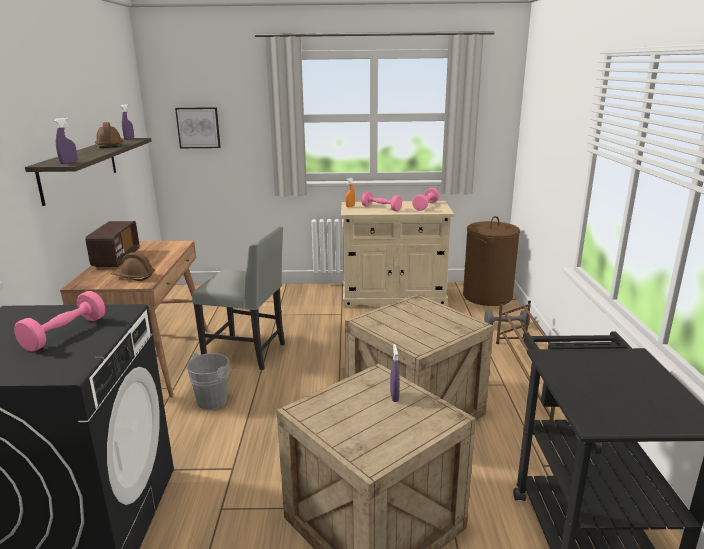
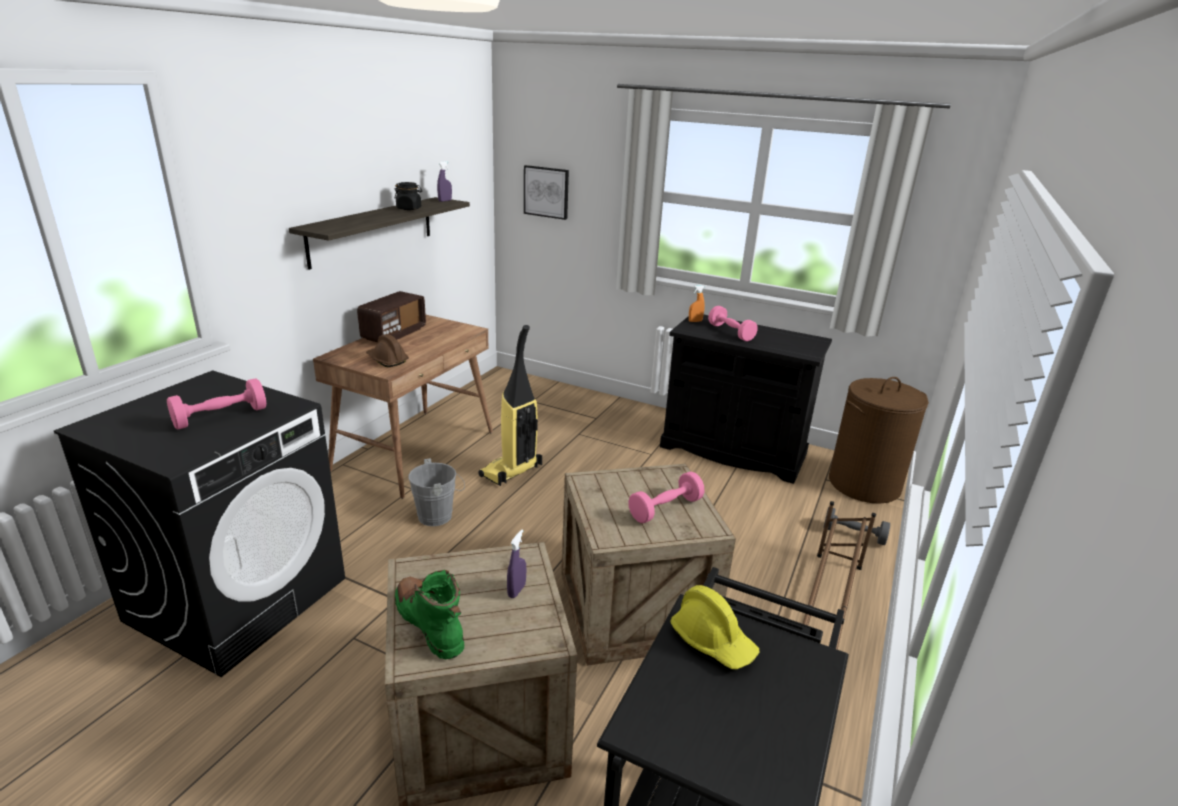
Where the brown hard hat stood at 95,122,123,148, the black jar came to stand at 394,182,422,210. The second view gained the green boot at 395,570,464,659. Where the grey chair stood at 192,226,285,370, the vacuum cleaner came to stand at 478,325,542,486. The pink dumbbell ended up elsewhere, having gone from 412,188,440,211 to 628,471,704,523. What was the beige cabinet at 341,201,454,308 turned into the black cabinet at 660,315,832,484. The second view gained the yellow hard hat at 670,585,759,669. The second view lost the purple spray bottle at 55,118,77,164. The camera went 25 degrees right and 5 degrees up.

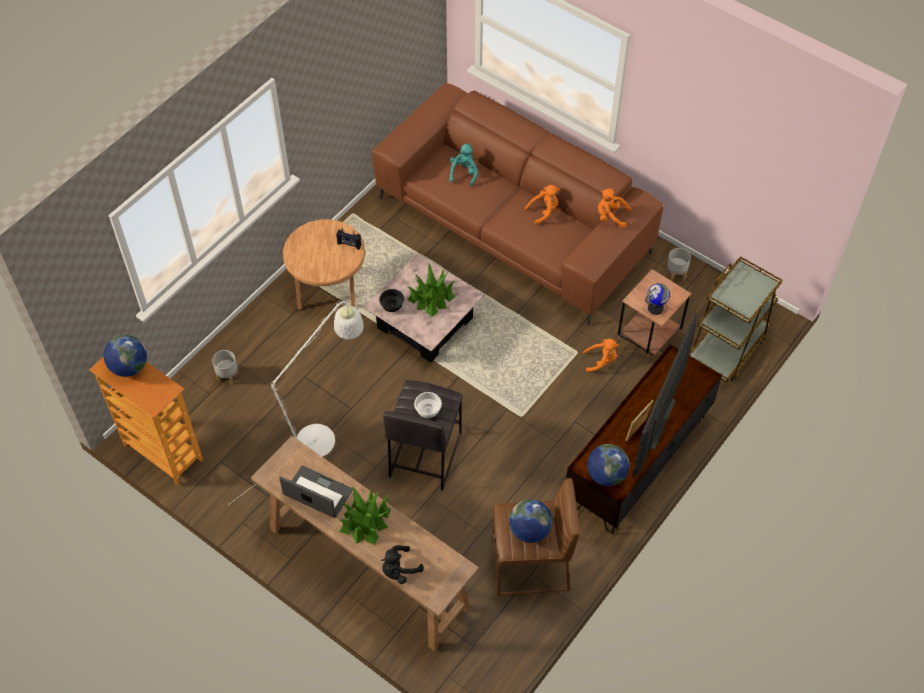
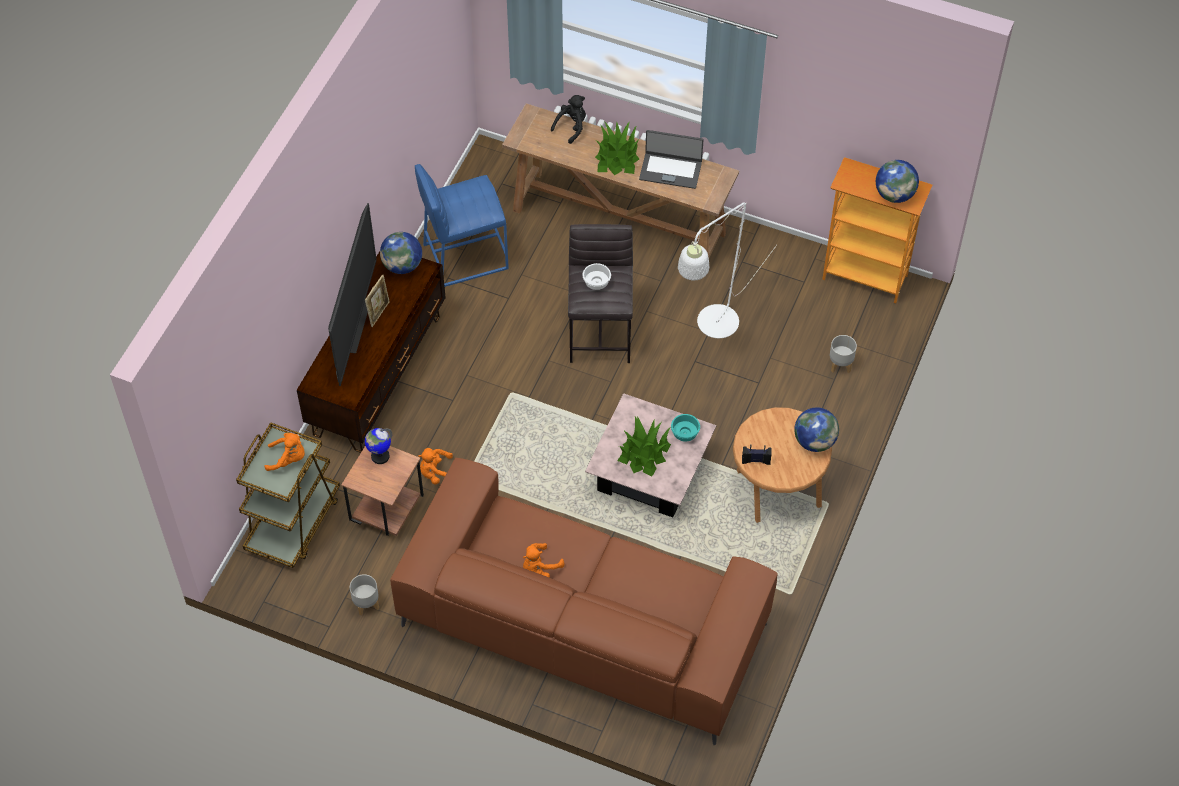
The orange plush toy ended up elsewhere, having gone from 598,189,631,228 to 264,433,305,471. What was the brown stool at 492,478,580,596 turned into the blue stool at 415,164,509,287. What was the black bowl at 379,289,404,312 turned into the turquoise bowl at 671,414,700,442. The globe ended up elsewhere, having gone from 509,499,552,543 to 794,407,839,452. The second view lost the turquoise plush toy at 449,144,478,187. The camera went 165 degrees right and 0 degrees up.

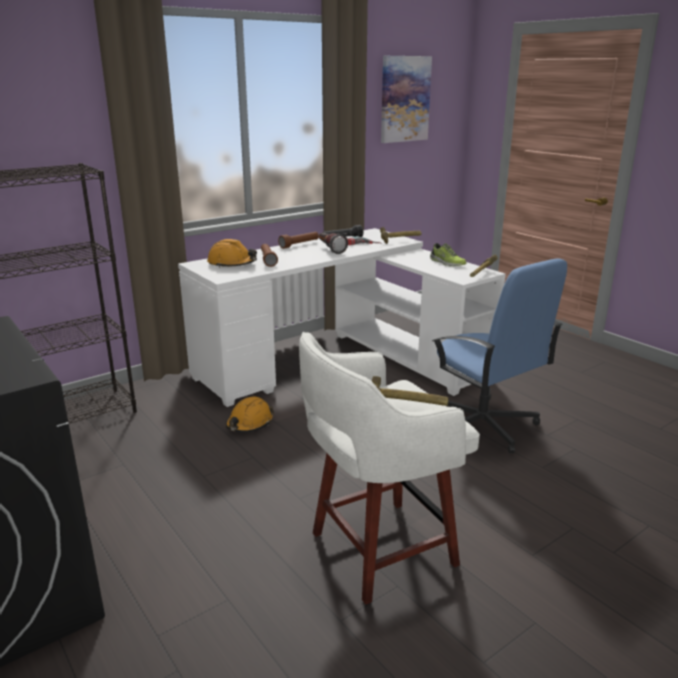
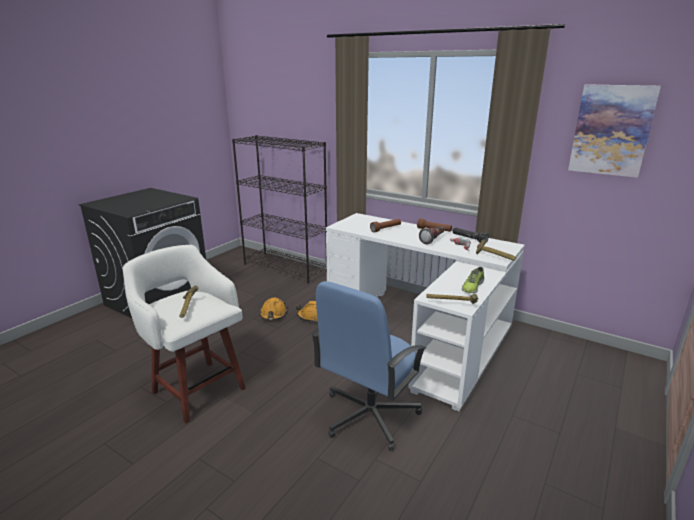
The orange hard hat ended up elsewhere, having gone from 207,239,257,268 to 260,297,287,320. The camera went 70 degrees right and 0 degrees up.

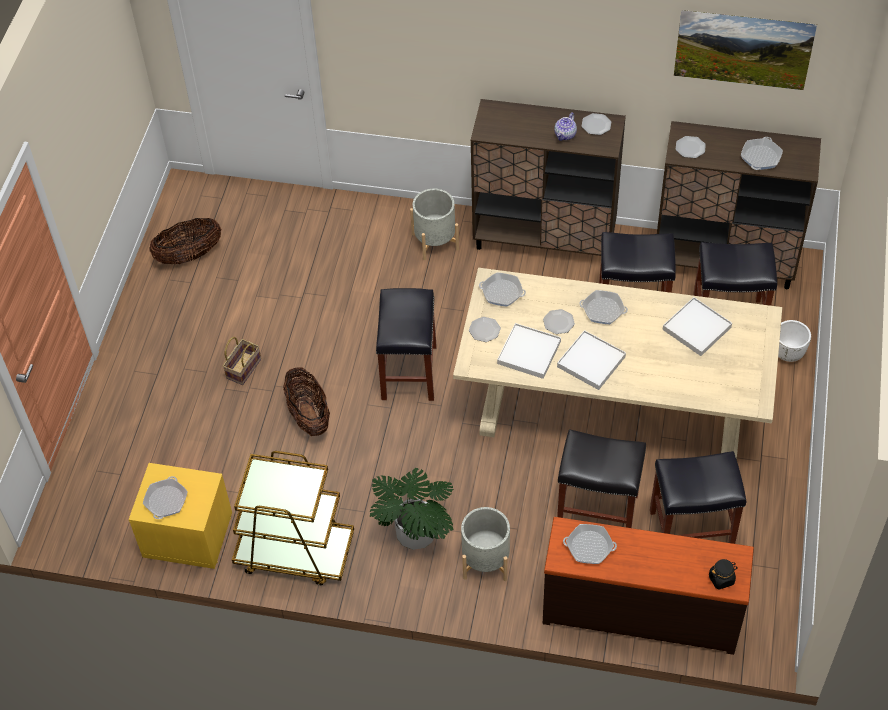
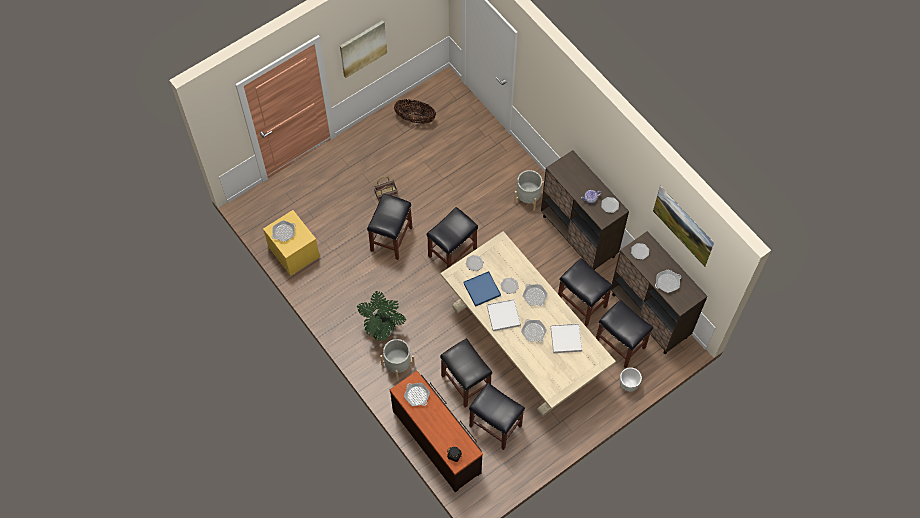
The second view gained the picture at 340,20,387,78. Where the basket stood at 283,367,330,436, the black stool came to stand at 367,194,412,260. What was the white tray at 497,323,561,379 turned into the blue tray at 464,271,501,307. The frying pan ended up elsewhere, having gone from 479,272,526,307 to 521,319,547,342. The second view lost the brown cart at 232,451,354,585. The camera went 40 degrees right and 10 degrees up.

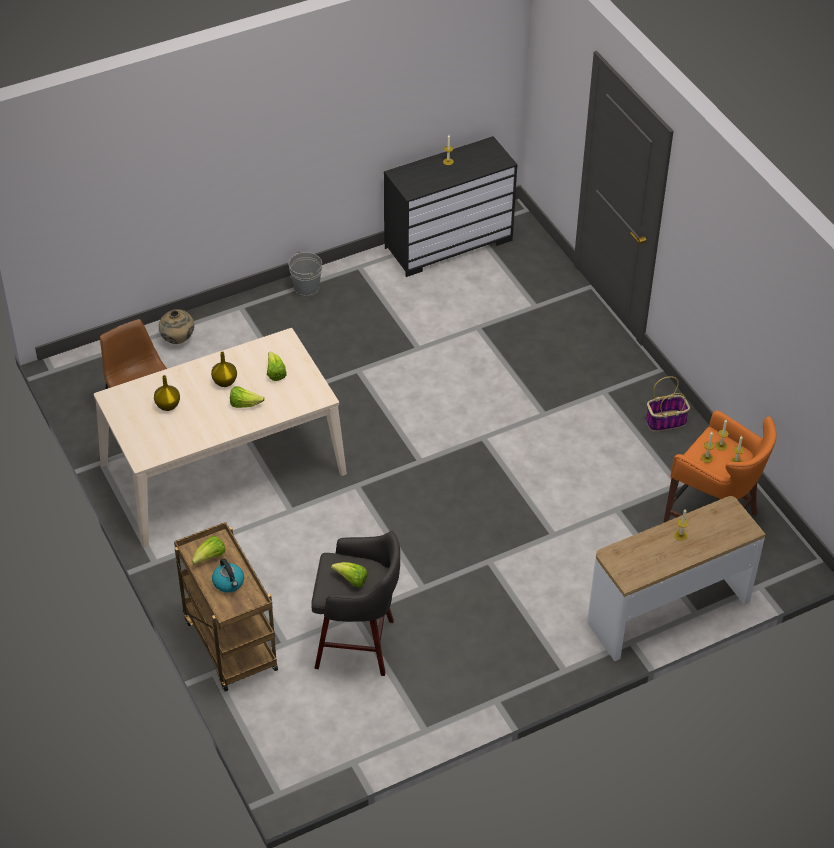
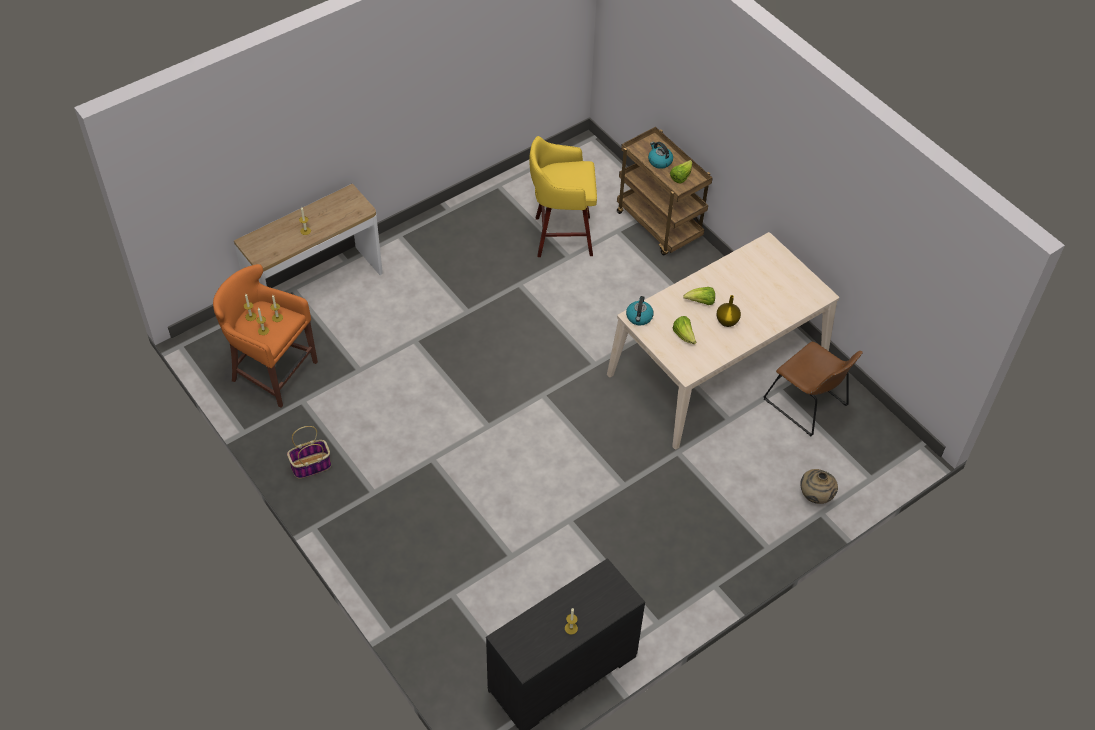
What was the grey stool at 311,531,400,676 turned into the yellow stool at 529,136,597,257. The second view gained the kettle at 626,296,654,325. The second view lost the yellow vase at 154,375,180,411. The second view lost the grey bucket at 288,251,322,298. The second view lost the lettuce at 331,562,368,587. The camera went 170 degrees right and 5 degrees up.

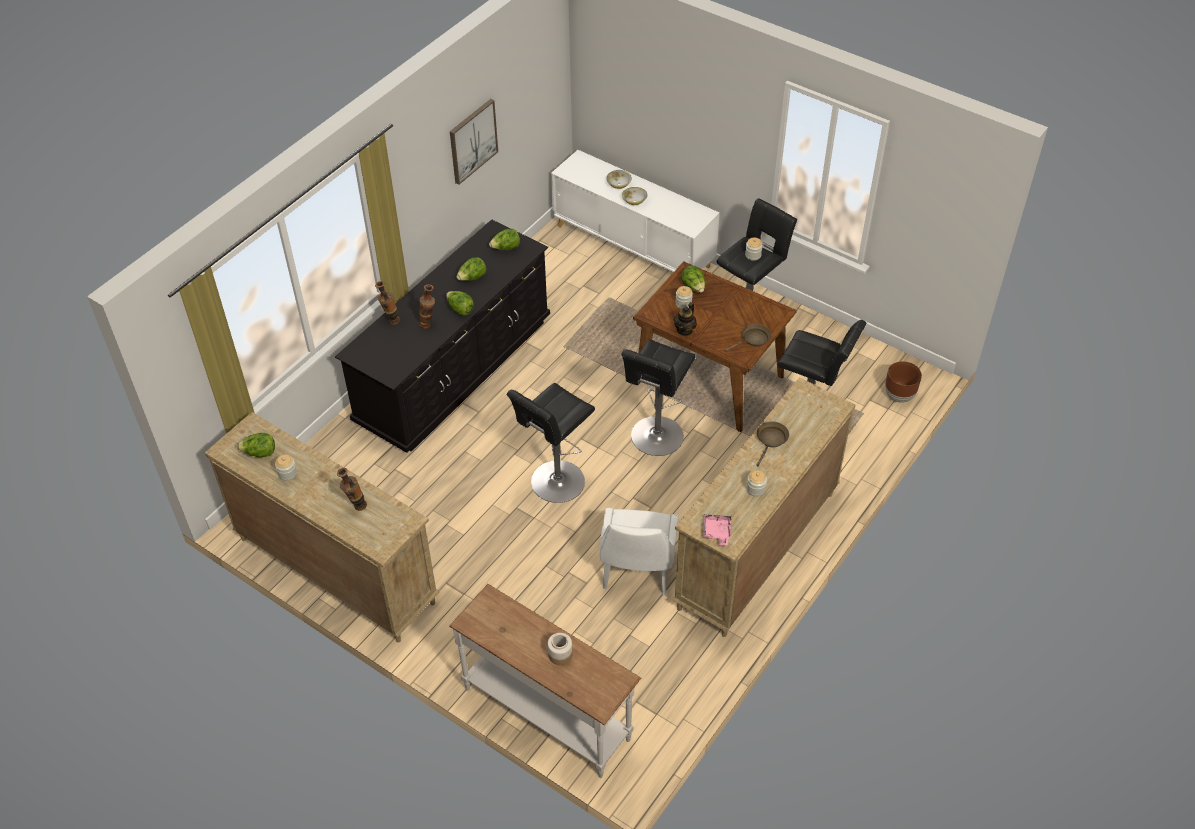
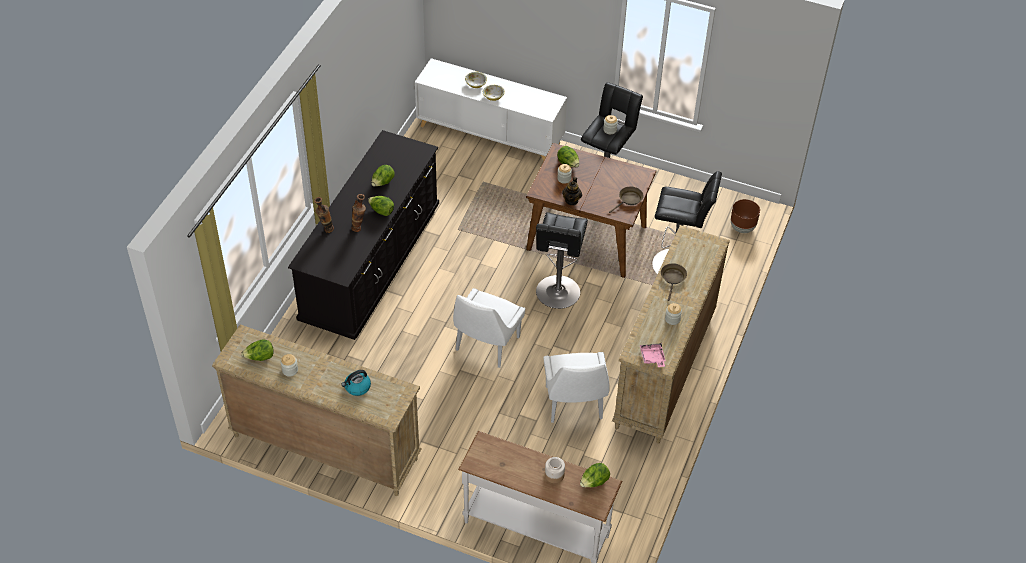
Where the vase stood at 337,468,367,511, the kettle came to stand at 341,370,371,396. Where the black stool stood at 506,383,595,503, the white chair came to stand at 453,288,525,368. The lettuce ended up elsewhere, having gone from 489,229,520,250 to 580,463,610,487. The second view lost the picture at 450,99,498,185. The camera went 15 degrees left and 0 degrees up.

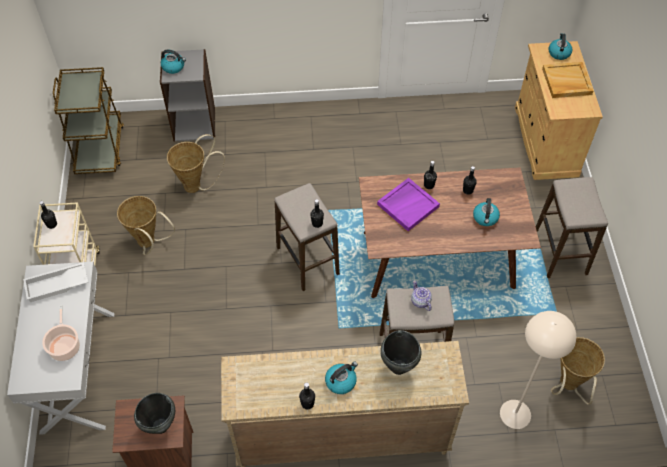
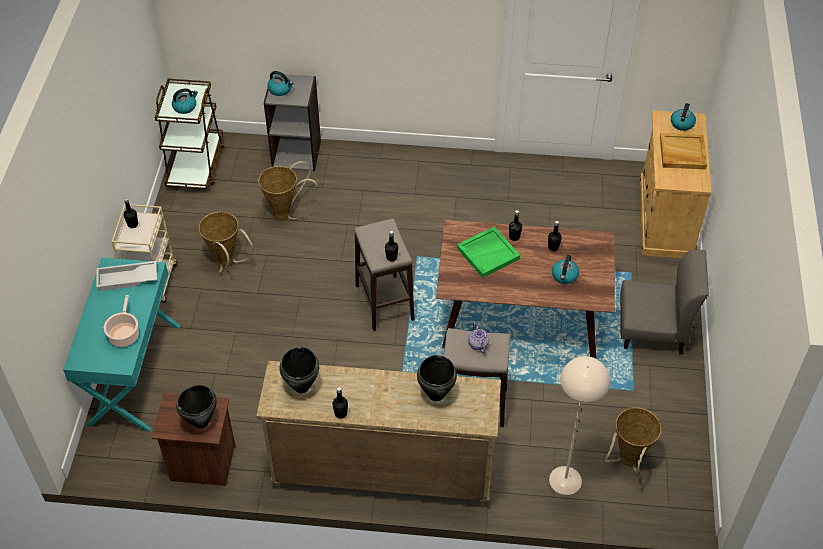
What was the white console table at 7,262,114,435 turned into the turquoise console table at 63,258,180,432. The kettle ended up elsewhere, having gone from 325,361,358,394 to 172,88,198,114. The second view gained the black cooking pot at 280,347,319,393. What was the purple tray at 377,178,440,231 turned into the green tray at 457,227,520,278. Where the stool stood at 536,177,608,278, the grey chair came to stand at 620,250,709,354. The camera went 10 degrees right and 5 degrees down.

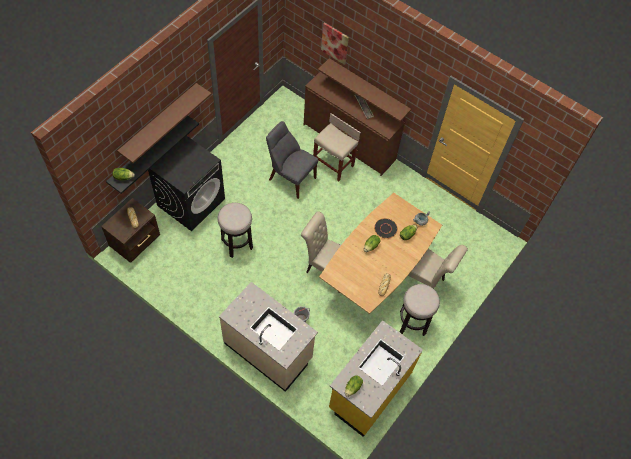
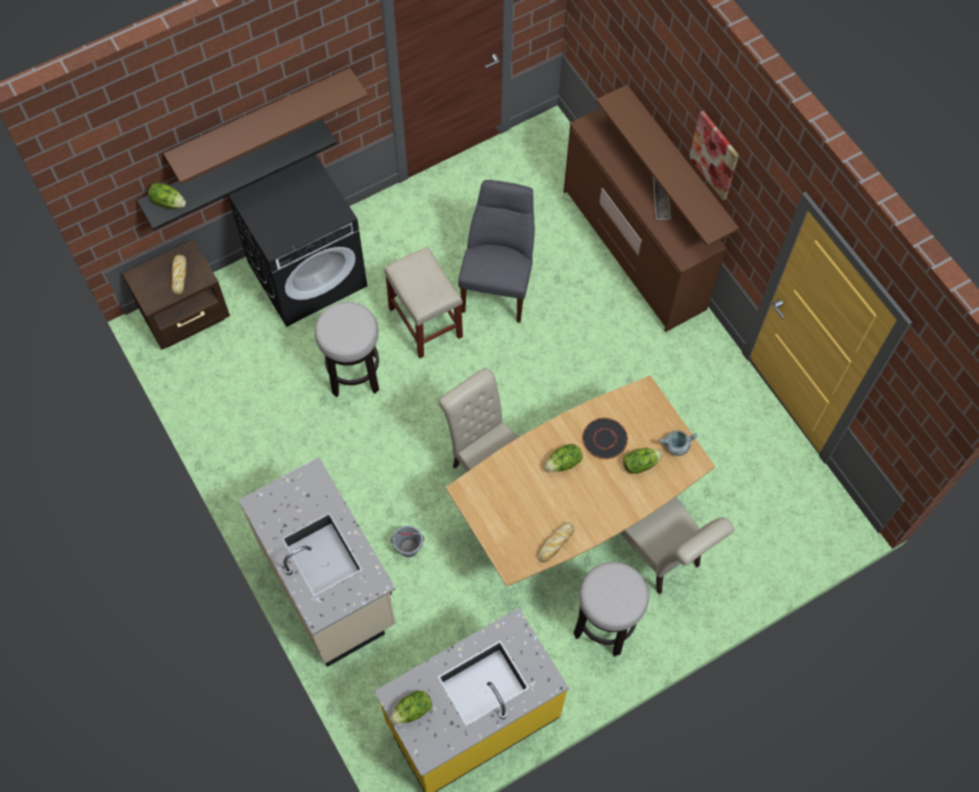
The beige stool ended up elsewhere, having gone from 313,123,358,181 to 384,247,463,358. The grey chair at 266,121,318,199 ended up facing another way, 45 degrees clockwise from before. The picture ended up elsewhere, having gone from 321,22,349,65 to 689,111,739,200. The camera went 25 degrees right and 5 degrees up.

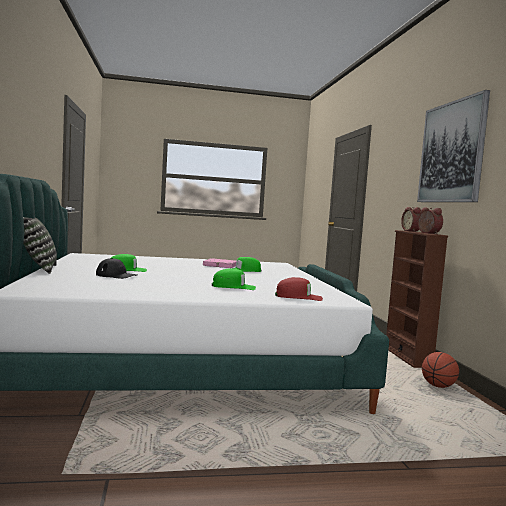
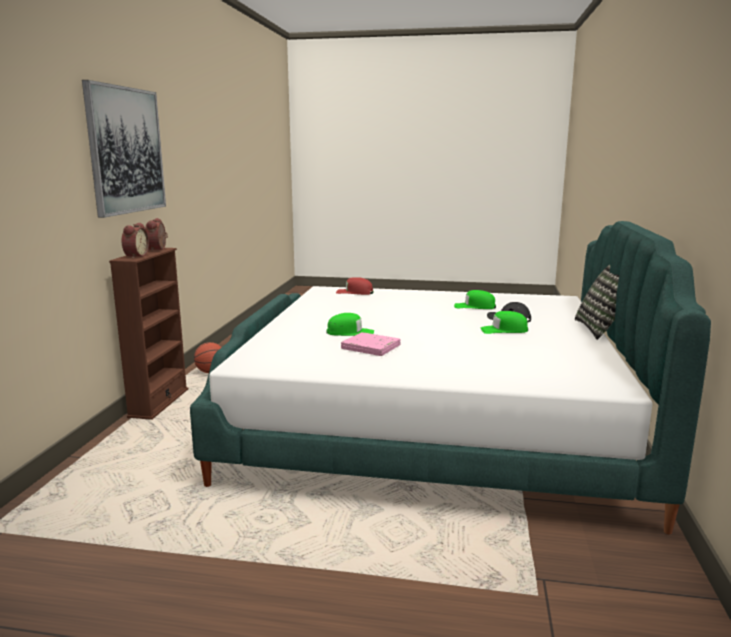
The green cap ended up elsewhere, having gone from 212,269,256,290 to 454,290,496,309. The camera went 160 degrees left and 10 degrees up.

